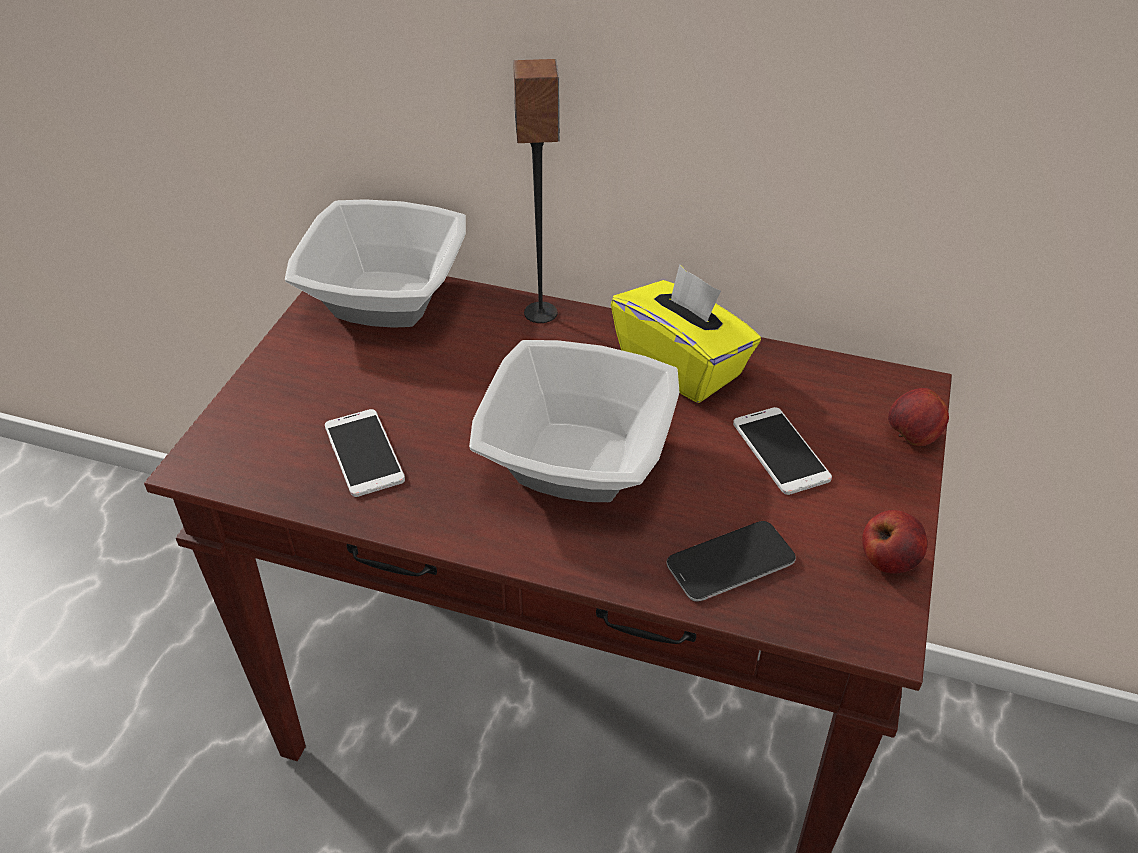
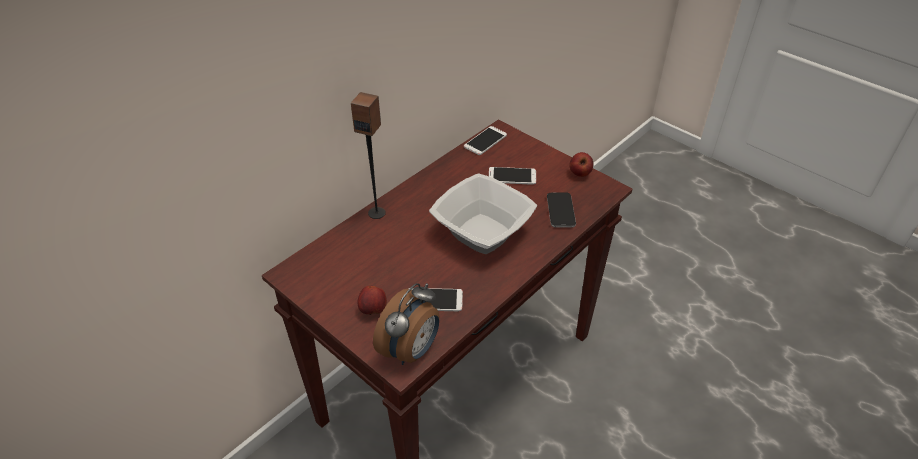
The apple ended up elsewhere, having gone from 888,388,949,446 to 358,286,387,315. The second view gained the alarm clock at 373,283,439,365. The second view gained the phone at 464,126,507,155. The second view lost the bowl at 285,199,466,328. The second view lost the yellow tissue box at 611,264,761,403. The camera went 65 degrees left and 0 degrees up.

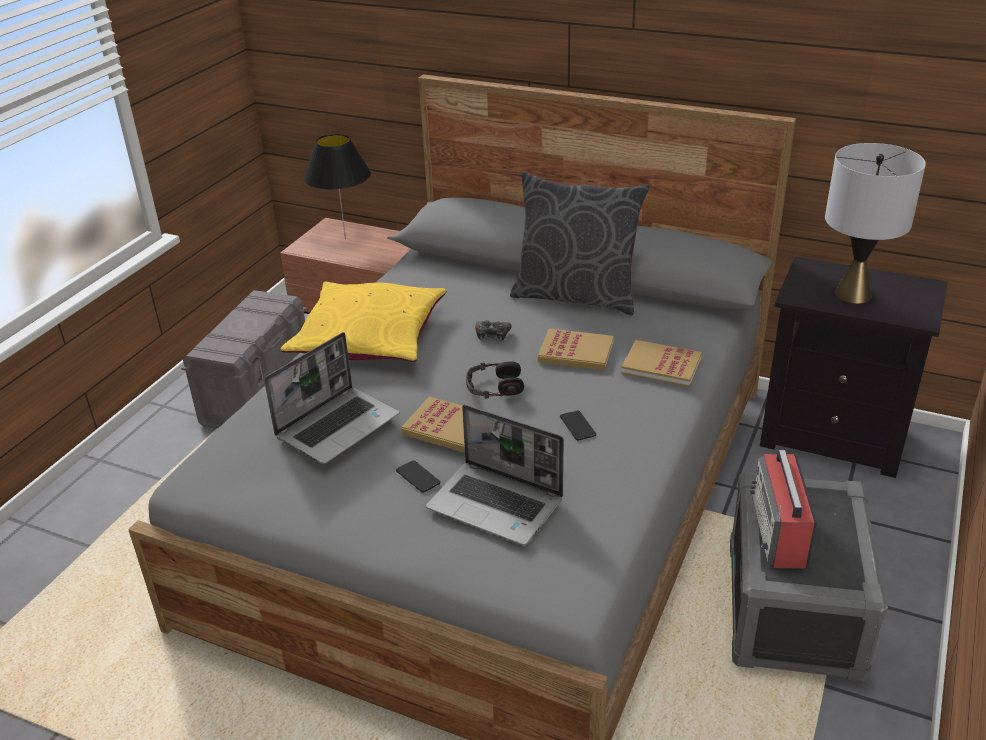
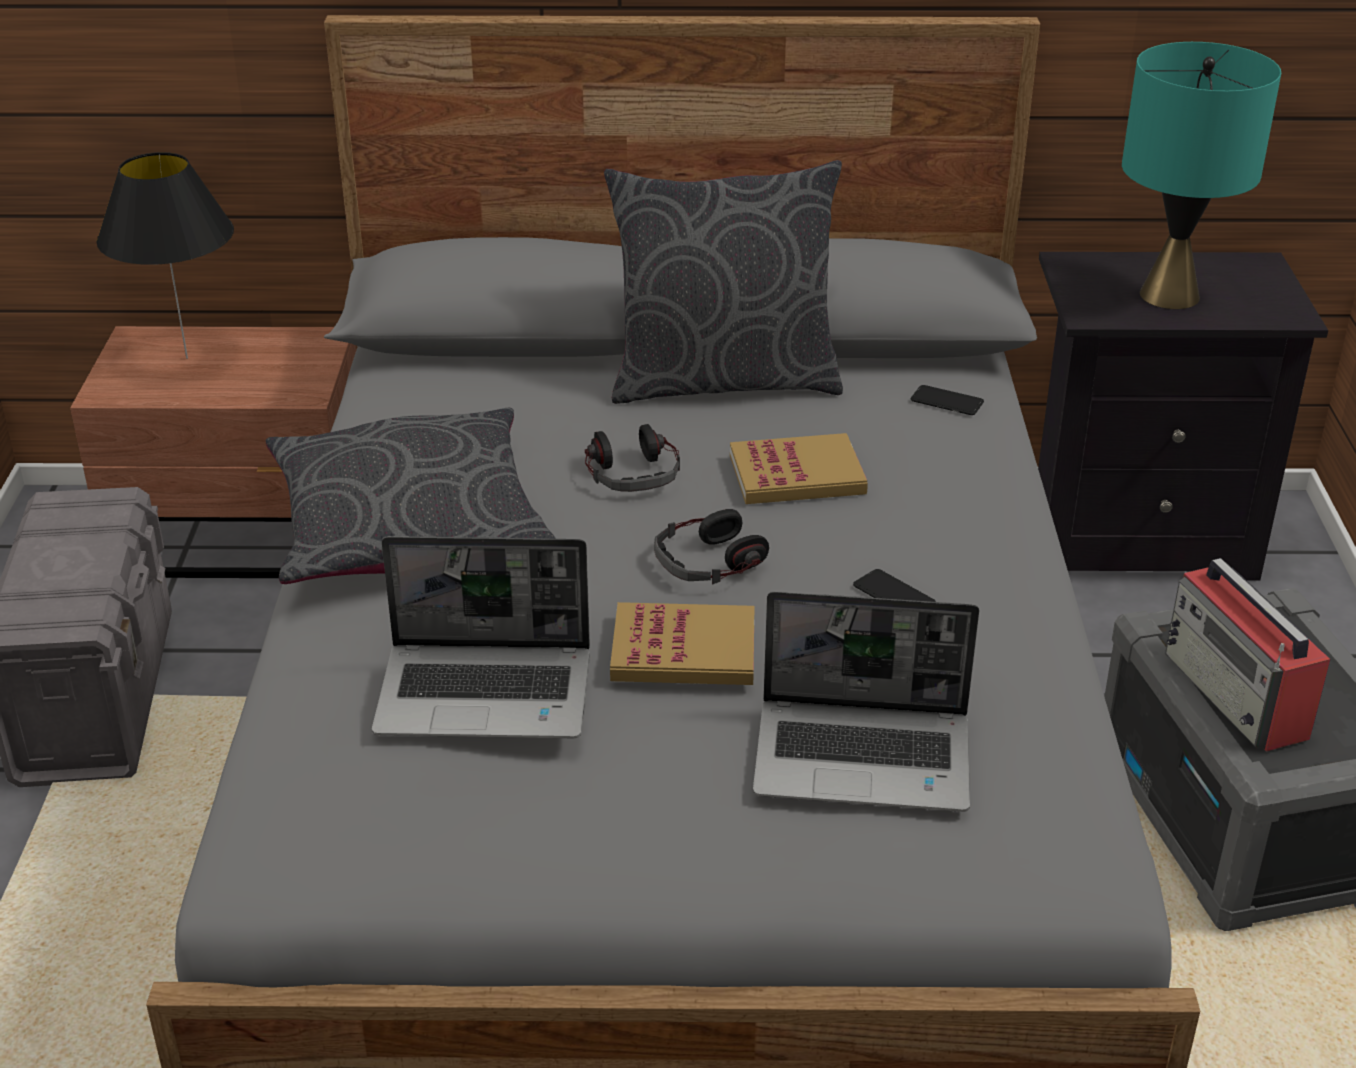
What was the yellow pillow at 280,281,446,362 turned into the grey pillow at 266,408,556,584. The laptop at 264,332,399,464 ended up facing another way, 75 degrees clockwise from before. Where the black game controller stood at 475,320,512,341, the headphones came to stand at 585,424,680,492. The phone ended up elsewhere, having gone from 396,460,441,493 to 911,385,984,415. What was the grey table lamp at 825,143,926,304 turned into the turquoise table lamp at 1122,42,1281,309. The second view lost the book at 621,340,702,387. The camera went 25 degrees left and 0 degrees up.

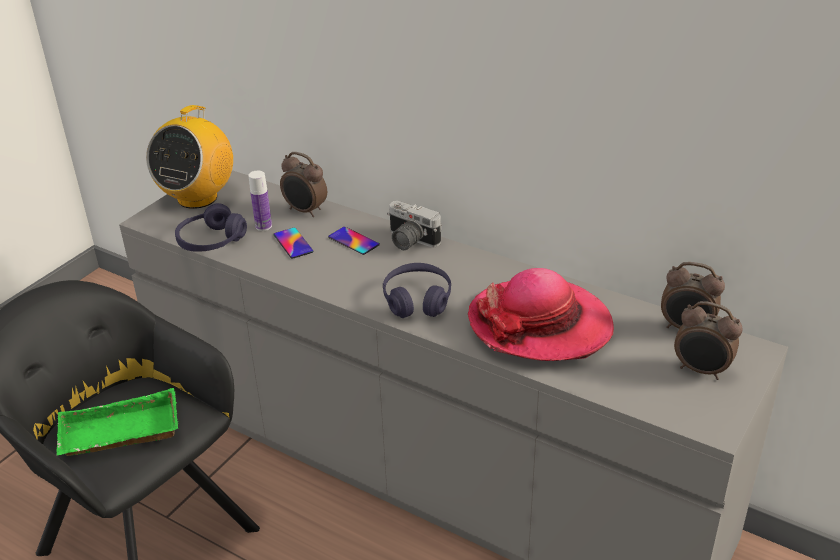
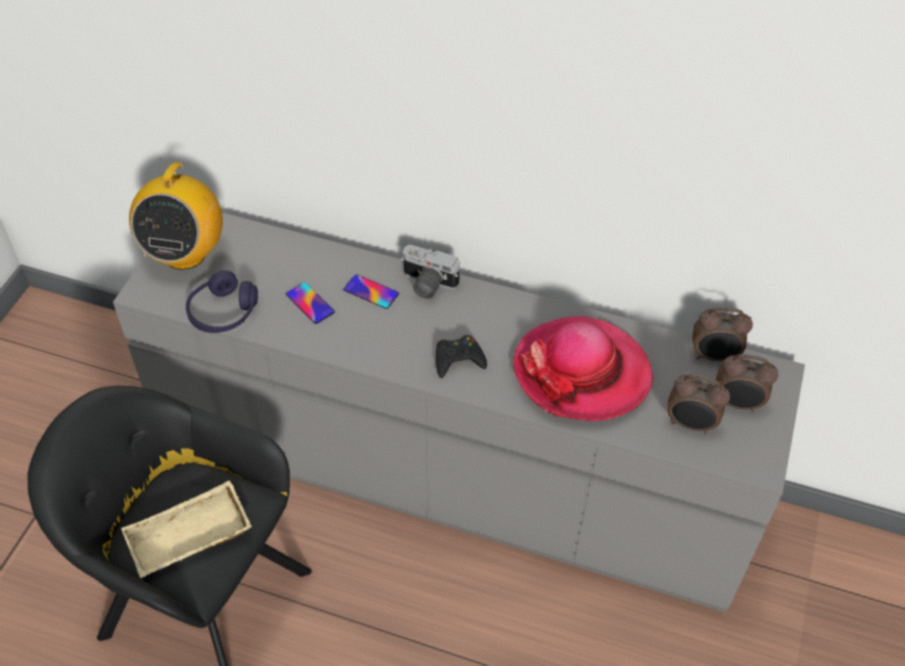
What was the green tray at 56,388,178,456 turned into the beige tray at 121,481,252,578. Where the purple headphones stood at 383,263,451,318, the black game controller came to stand at 436,335,487,378. The alarm clock ended up elsewhere, having gone from 280,152,327,217 to 667,374,730,434. The second view lost the bottle at 248,171,272,231. The camera went 15 degrees left and 15 degrees up.

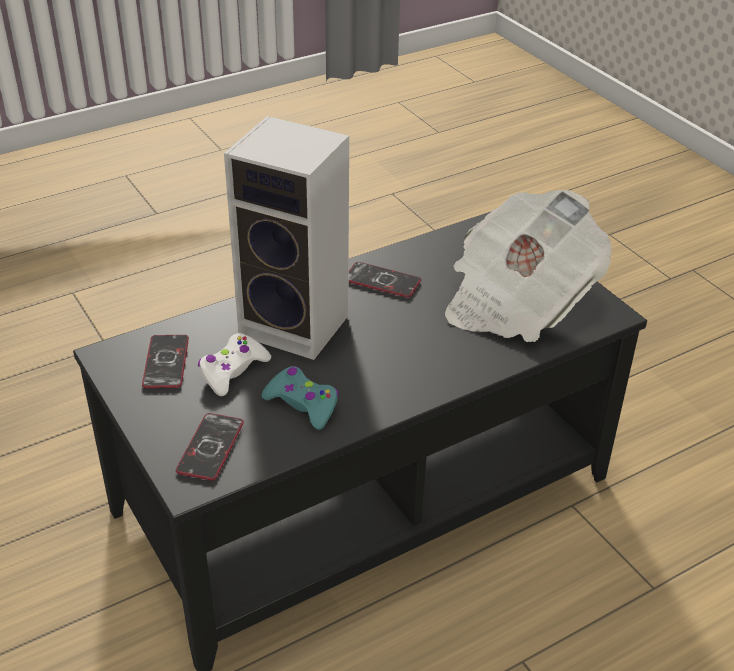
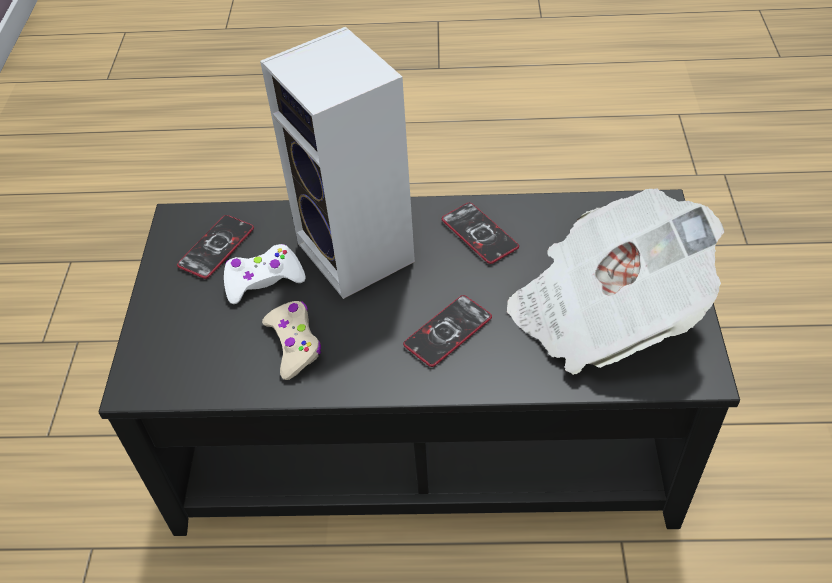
What was the turquoise game controller at 262,366,339,430 turned into the beige game controller at 262,301,321,380. The phone ended up elsewhere, having gone from 176,413,244,481 to 403,295,492,367. The camera went 35 degrees right and 10 degrees up.

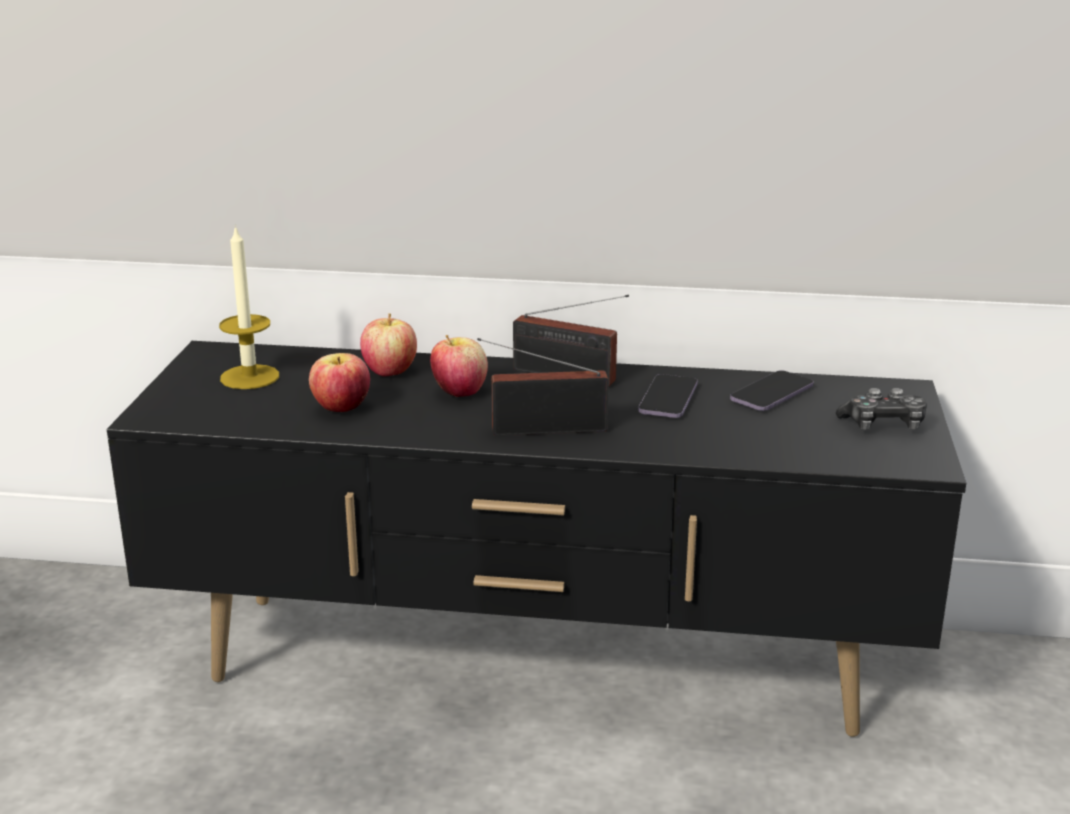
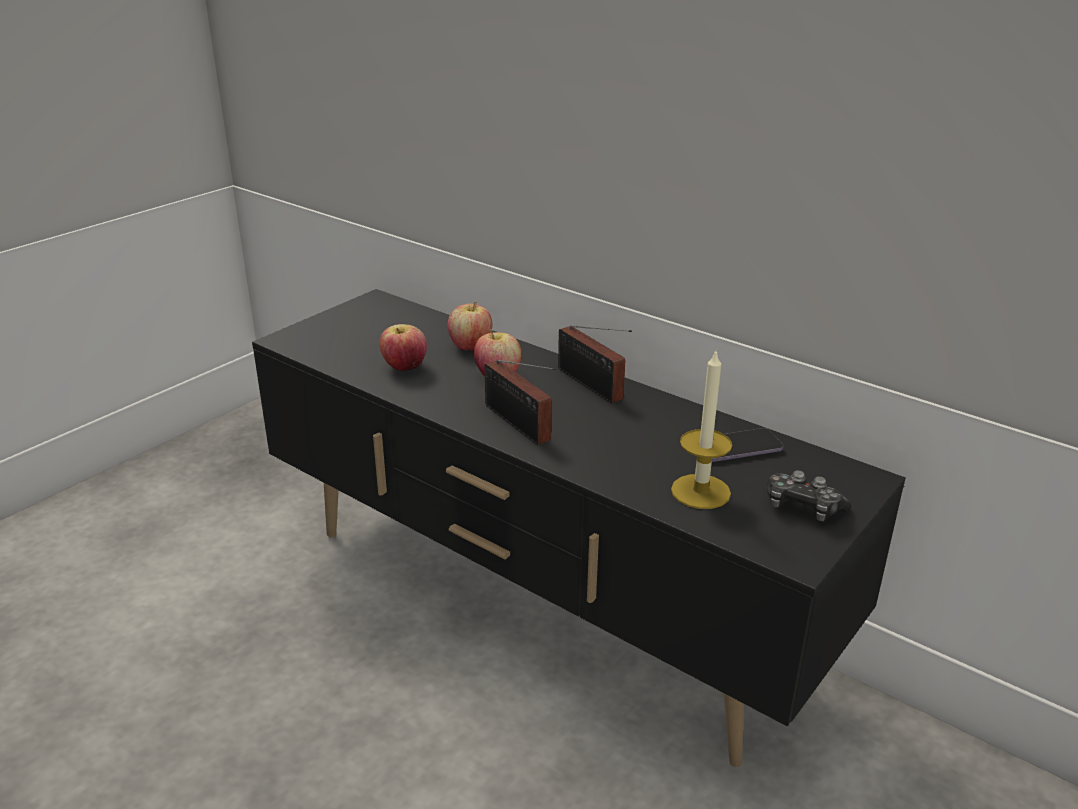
The radio at 477,338,609,436 ended up facing another way, 150 degrees counterclockwise from before. The candle ended up elsewhere, having gone from 219,225,279,389 to 671,351,732,509. The second view lost the phone at 638,374,698,418. The camera went 30 degrees right and 5 degrees up.

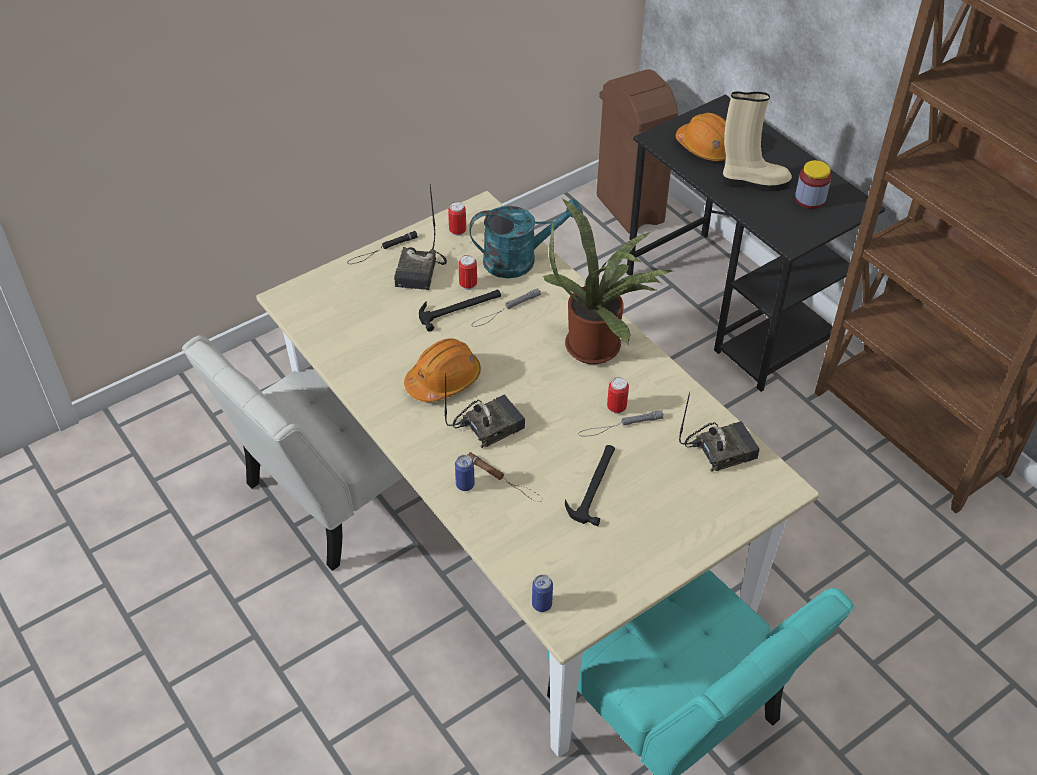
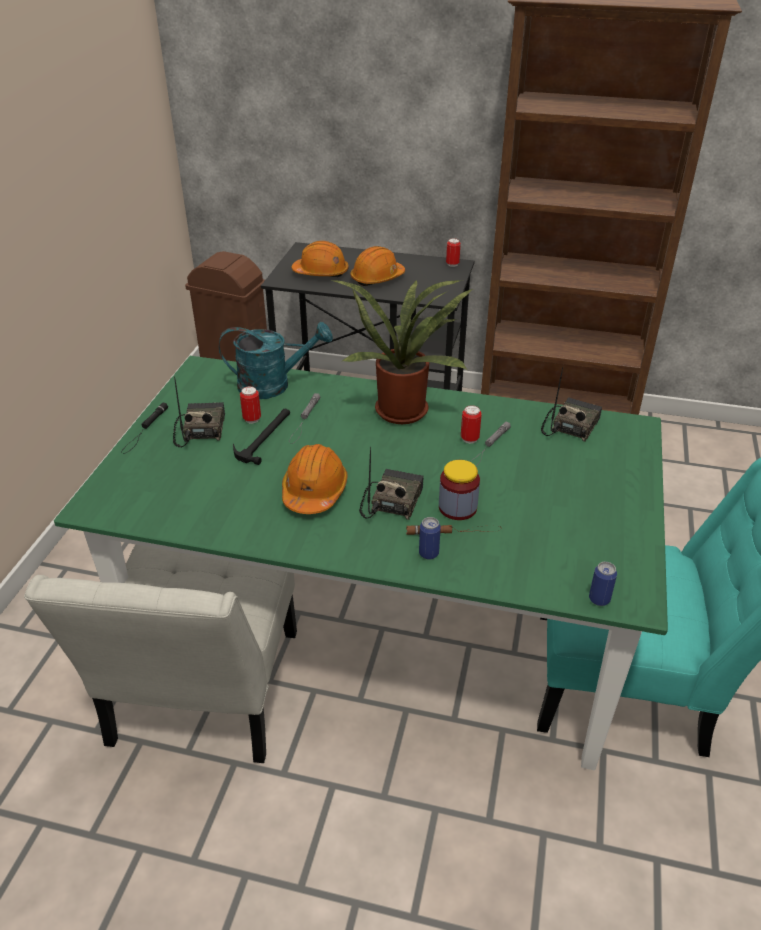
What was the beige dining table at 256,191,819,757 turned into the green dining table at 54,356,668,770. The radio at 394,186,447,290 ended up facing another way, 150 degrees counterclockwise from before. The turquoise watering can at 469,199,583,278 ended up facing another way, 45 degrees clockwise from before. Where the beige boot stood at 722,91,792,192, the orange hard hat came to stand at 350,246,405,286. The jar ended up elsewhere, having gone from 795,160,831,209 to 439,460,480,520. The can ended up elsewhere, having gone from 448,202,466,236 to 446,238,461,267. The second view lost the hammer at 565,445,615,526. The camera went 40 degrees left and 10 degrees down.

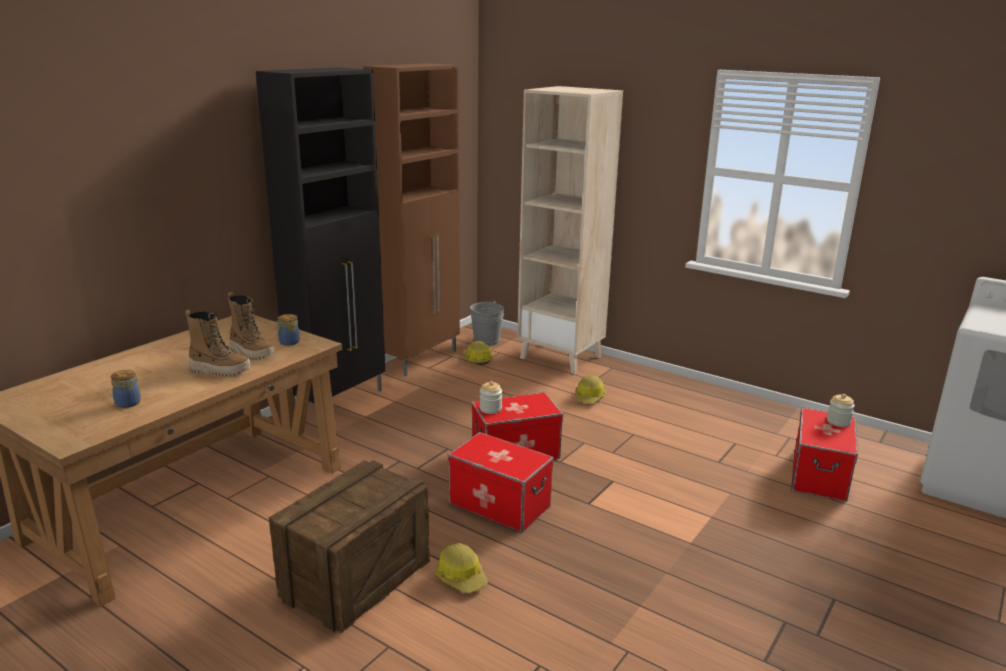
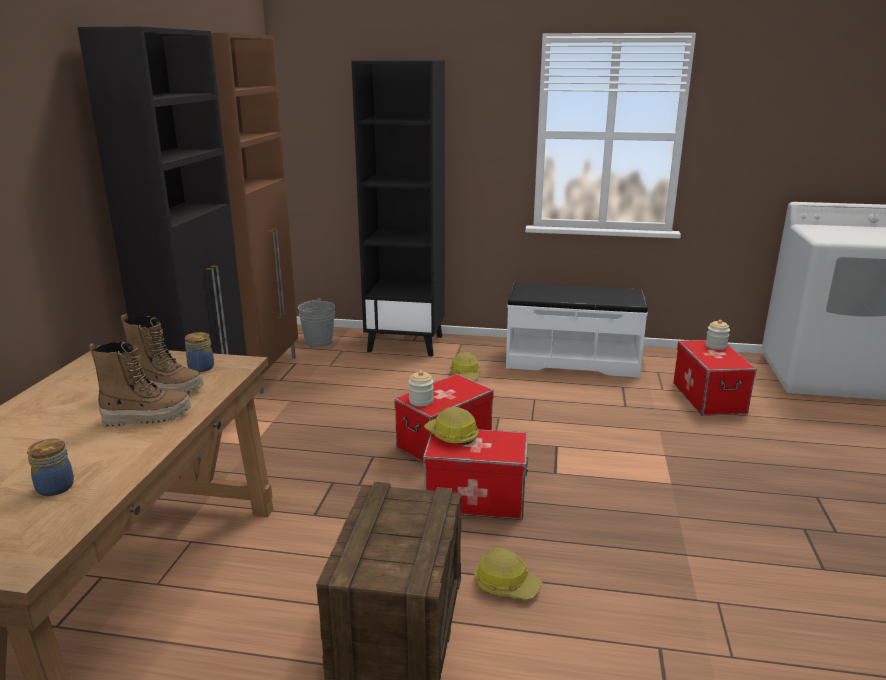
What was the beige bookcase at 517,86,623,374 turned into the black bookcase at 351,60,445,356. The hard hat ended up elsewhere, having gone from 464,341,493,365 to 424,407,479,445. The second view gained the white bench at 506,283,648,378. The camera went 25 degrees left and 0 degrees up.

